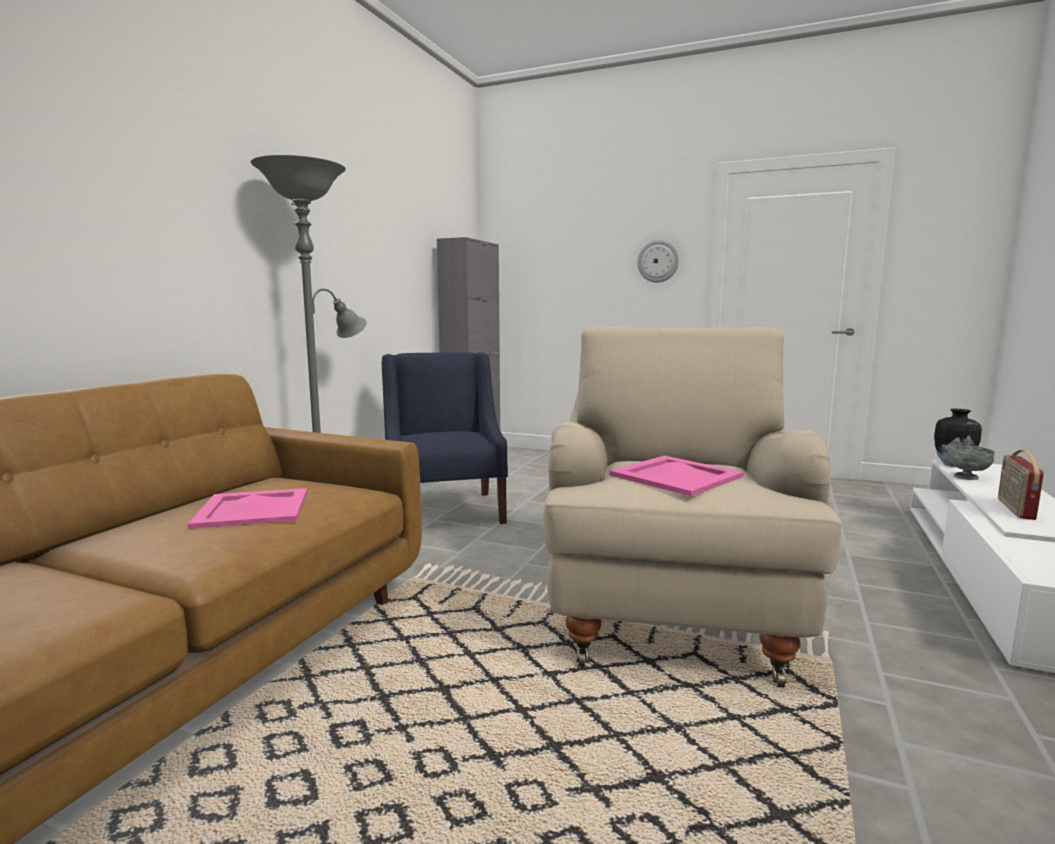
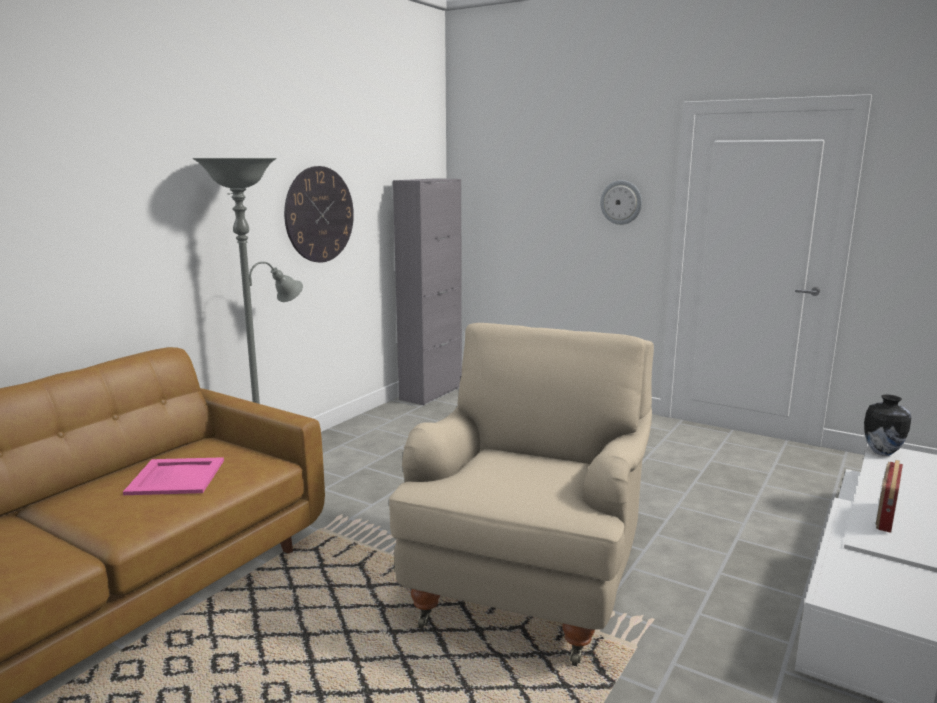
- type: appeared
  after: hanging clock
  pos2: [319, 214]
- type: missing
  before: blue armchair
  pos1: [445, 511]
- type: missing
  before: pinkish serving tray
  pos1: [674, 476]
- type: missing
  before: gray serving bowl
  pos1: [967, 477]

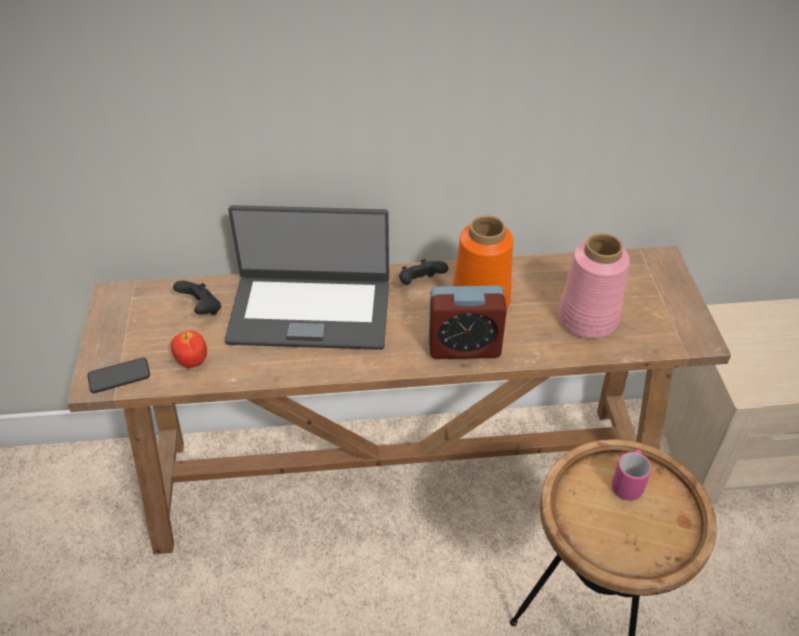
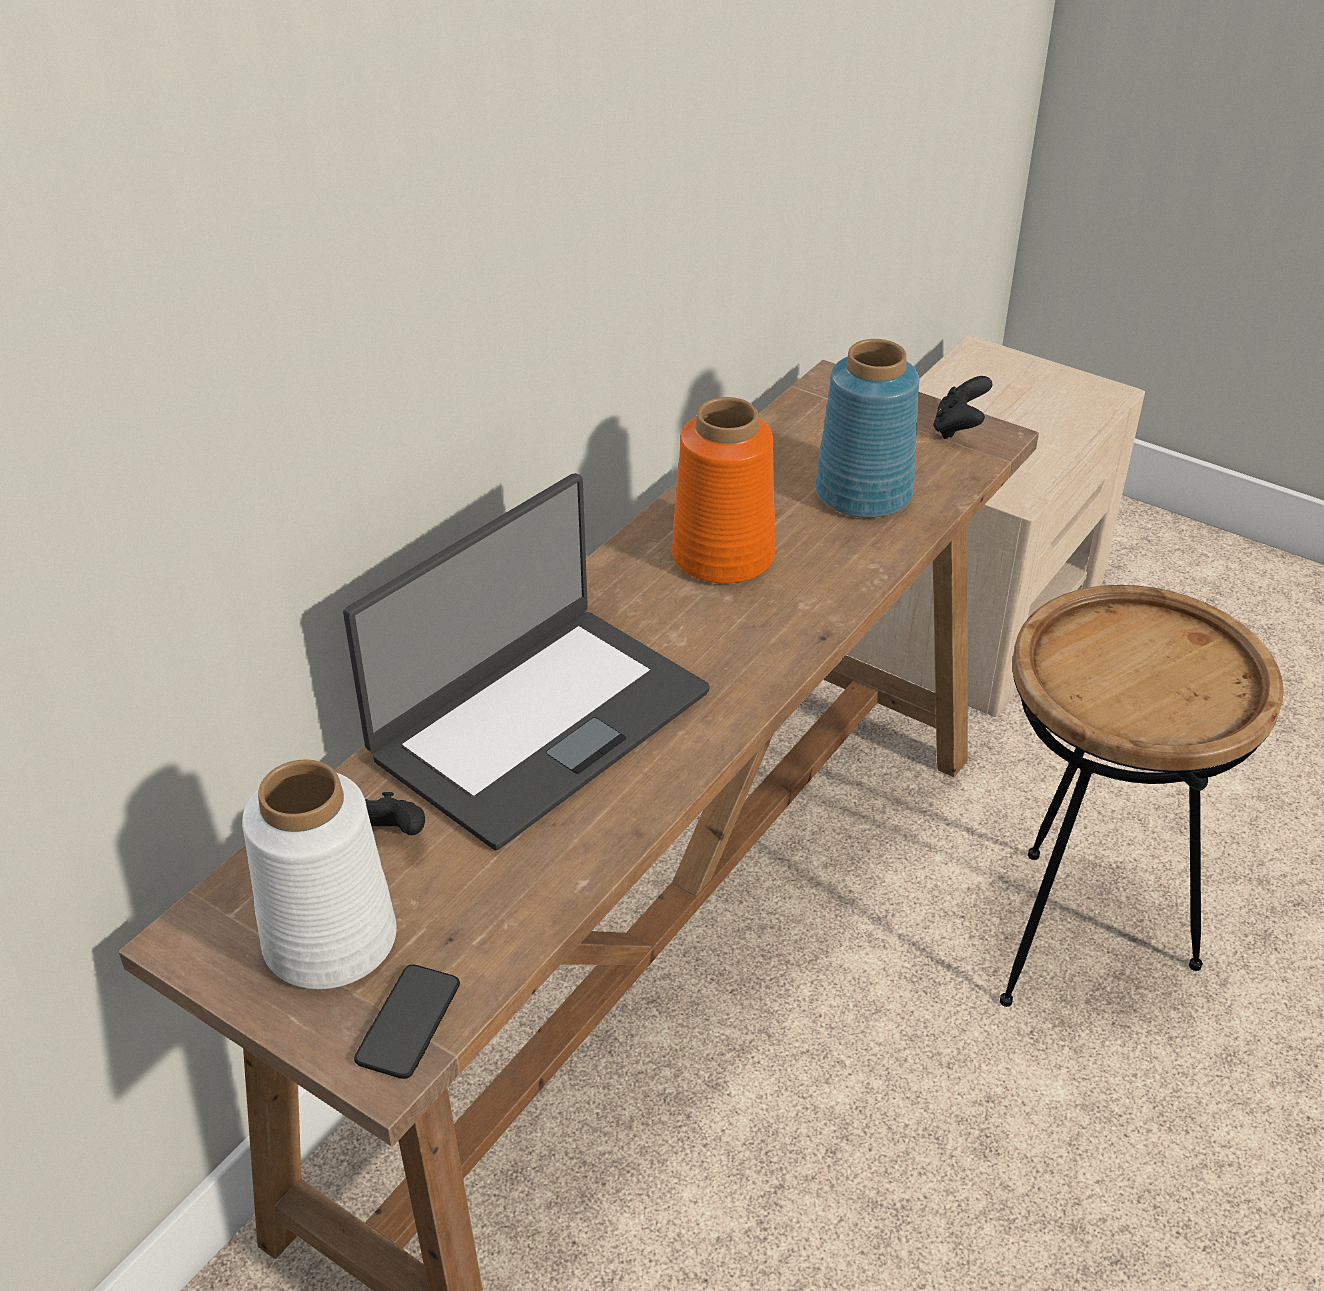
- type: appeared
  after: white vase
  pos2: [329, 943]
- type: colour
  before: pinkish vase
  after: blue vase
  pos1: [587, 320]
  pos2: [865, 494]
- type: relocated
  before: blackish joypad
  pos1: [420, 284]
  pos2: [959, 429]
- type: missing
  before: apple fruit
  pos1: [192, 362]
- type: missing
  before: table clock
  pos1: [464, 347]
- type: missing
  before: pinkish coffee mug
  pos1: [628, 483]

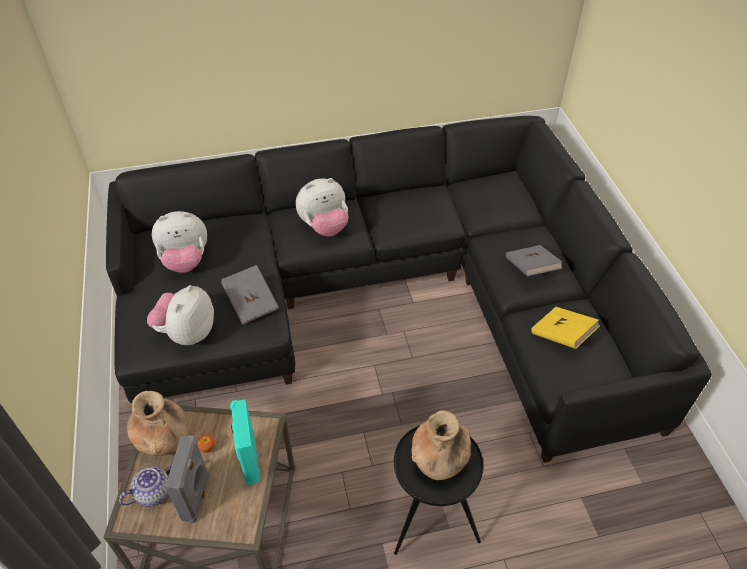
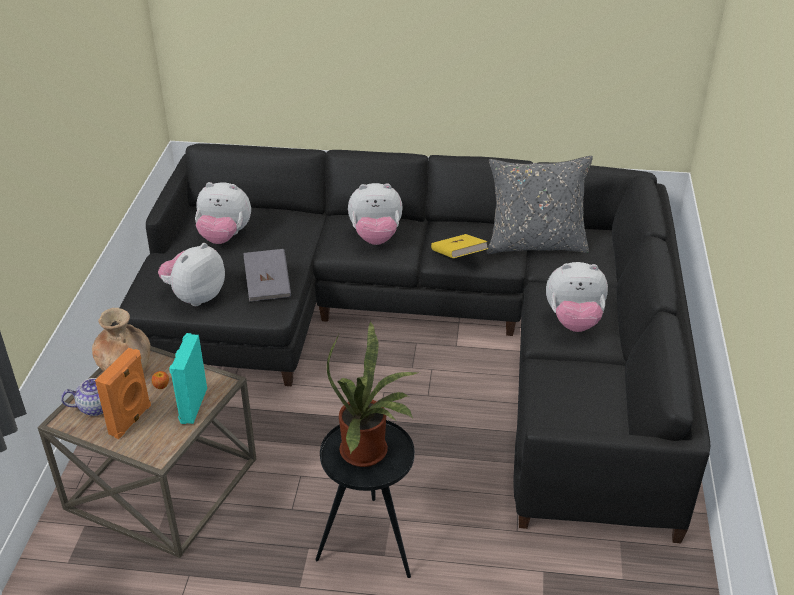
- type: colour
  before: gray audio speaker
  after: orangey audio speaker
  pos1: [197, 496]
  pos2: [131, 420]
- type: exchanged
  before: brownish vase
  after: houseplant
  pos1: [439, 461]
  pos2: [369, 452]
- type: relocated
  before: yellow-coloured book
  pos1: [562, 336]
  pos2: [458, 257]
- type: appeared
  after: gray cushion
  pos2: [535, 244]
- type: exchanged
  before: gray book
  after: cuddly toy
  pos1: [531, 269]
  pos2: [573, 321]

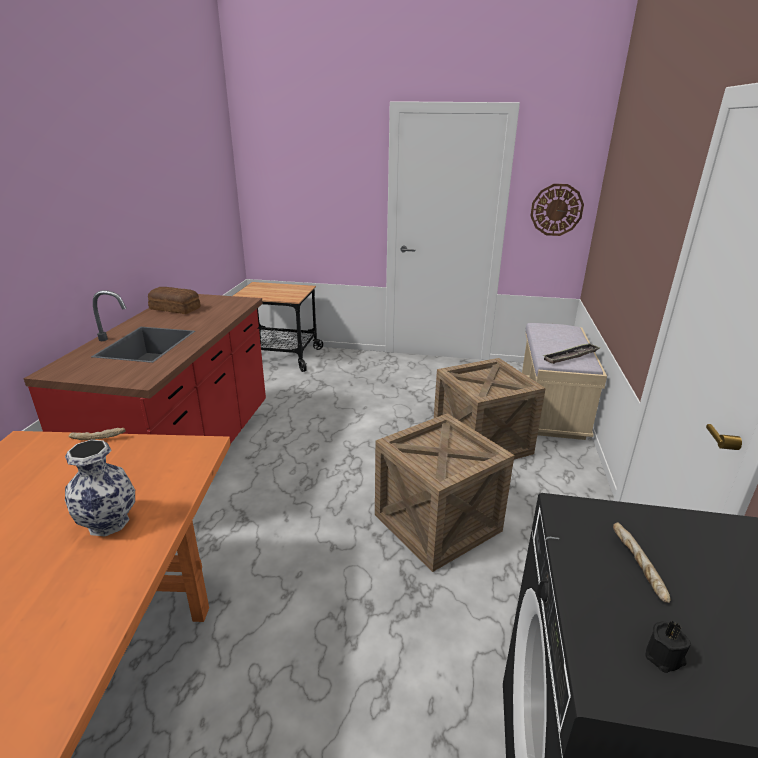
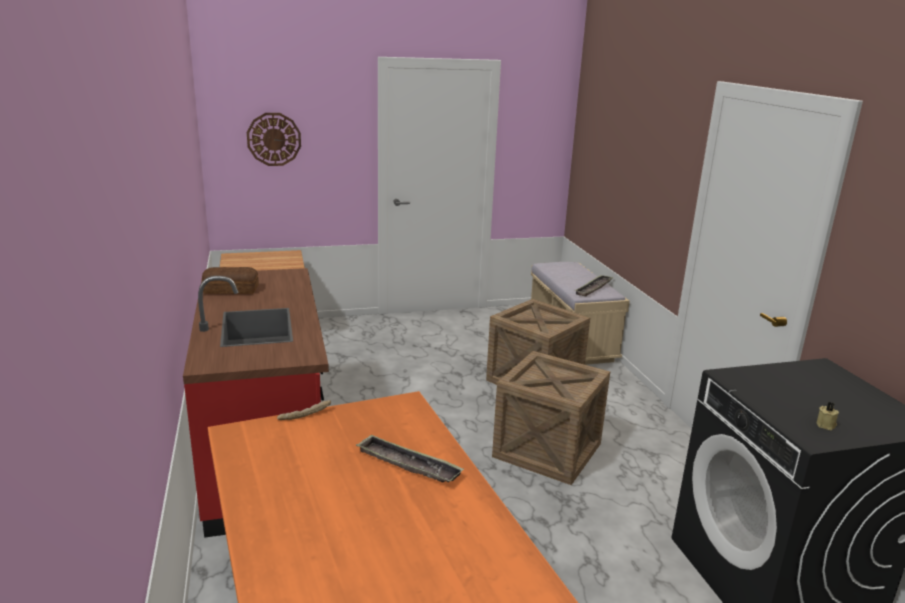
- type: relocated
  before: hanging clock
  pos1: [556, 210]
  pos2: [274, 139]
- type: exchanged
  before: vase
  after: serving tray
  pos1: [109, 522]
  pos2: [408, 465]
- type: colour
  before: blackish wax candle
  after: sand-coloured wax candle
  pos1: [665, 657]
  pos2: [826, 425]
- type: missing
  before: baked bread
  pos1: [637, 567]

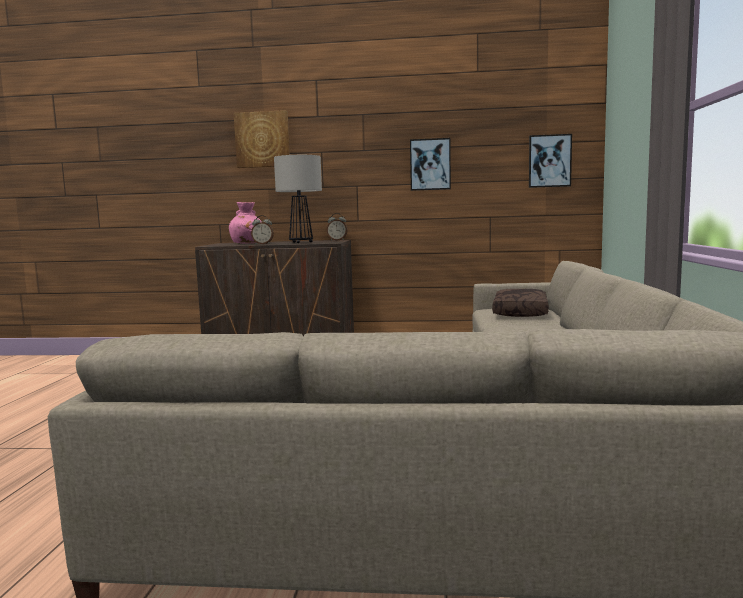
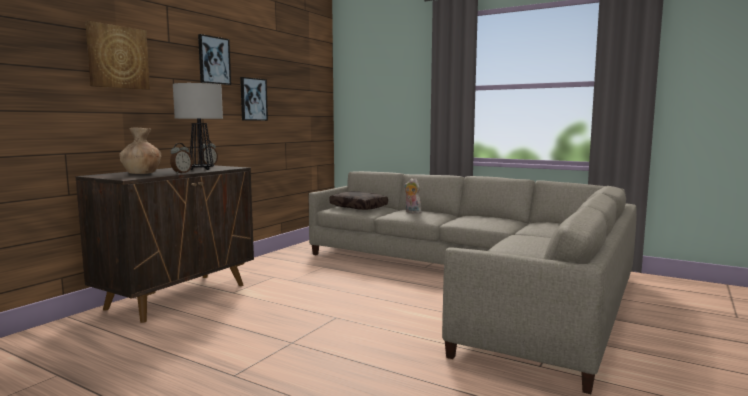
- type: colour
  before: pinkish vase
  after: brownish vase
  pos1: [247, 243]
  pos2: [142, 173]
- type: relocated
  before: picture
  pos1: [549, 161]
  pos2: [213, 60]
- type: appeared
  after: cuddly toy
  pos2: [412, 212]

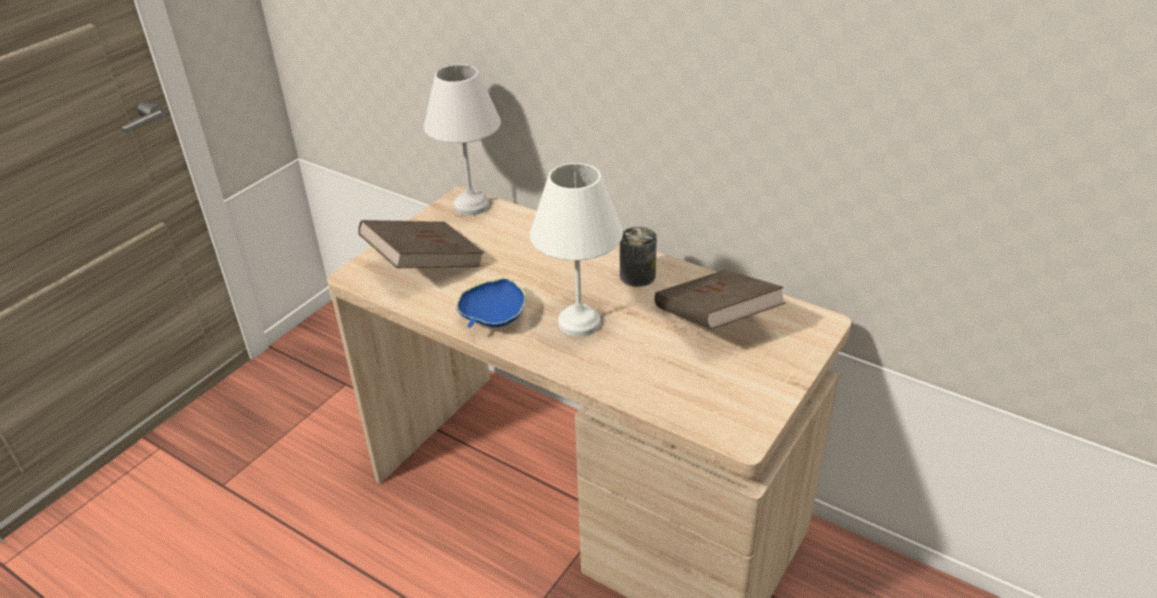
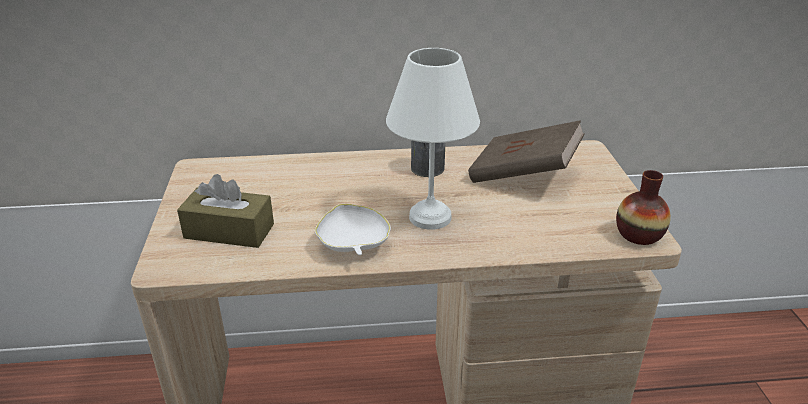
- type: exchanged
  before: brownish book
  after: brownish box of tissues
  pos1: [424, 265]
  pos2: [229, 231]
- type: colour
  before: blue serving bowl
  after: white serving bowl
  pos1: [493, 317]
  pos2: [353, 244]
- type: appeared
  after: vase
  pos2: [639, 234]
- type: missing
  before: white tabletop lamp
  pos1: [470, 206]

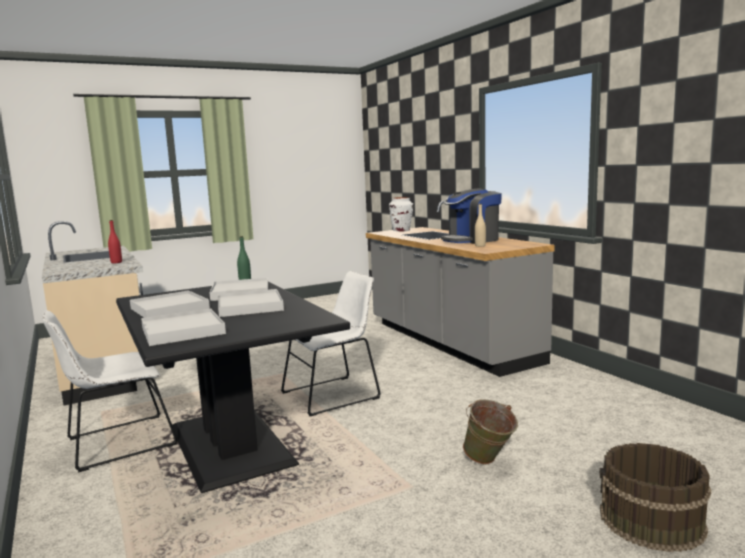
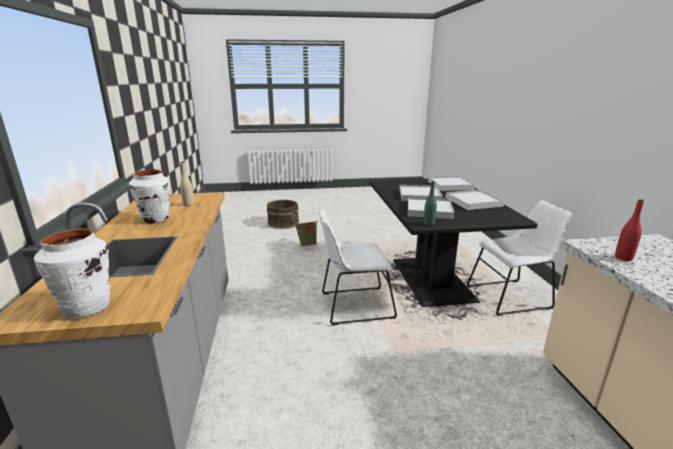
- type: exchanged
  before: coffee brewer
  after: white vase
  pos1: [472, 240]
  pos2: [156, 219]

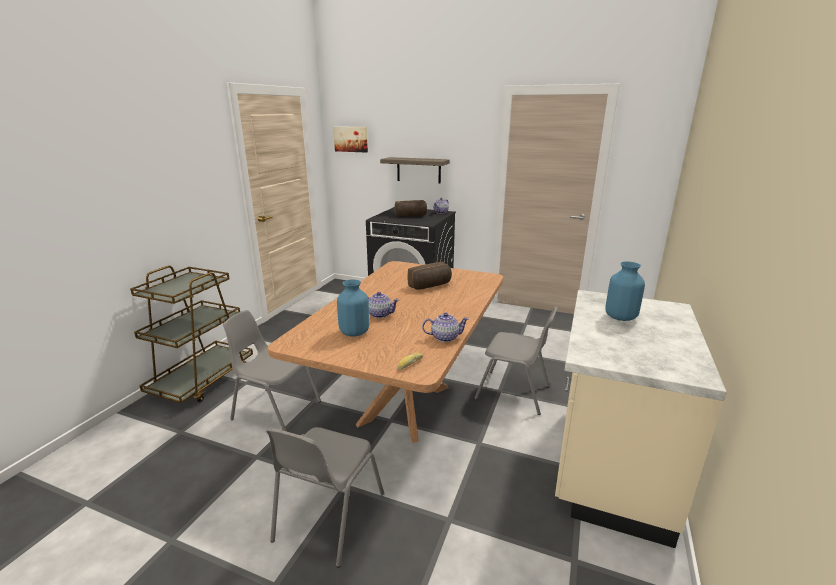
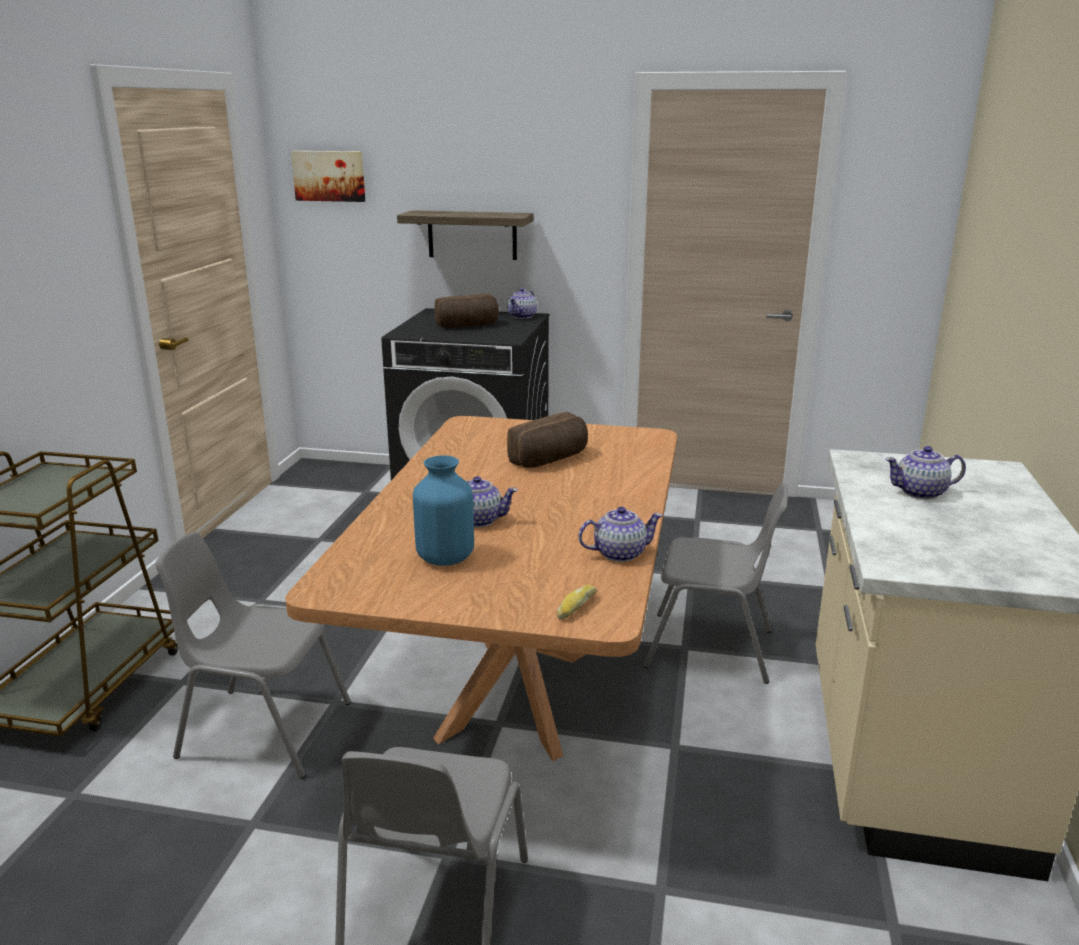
- type: exchanged
  before: blue vase
  after: pot for tea
  pos1: [621, 317]
  pos2: [921, 493]

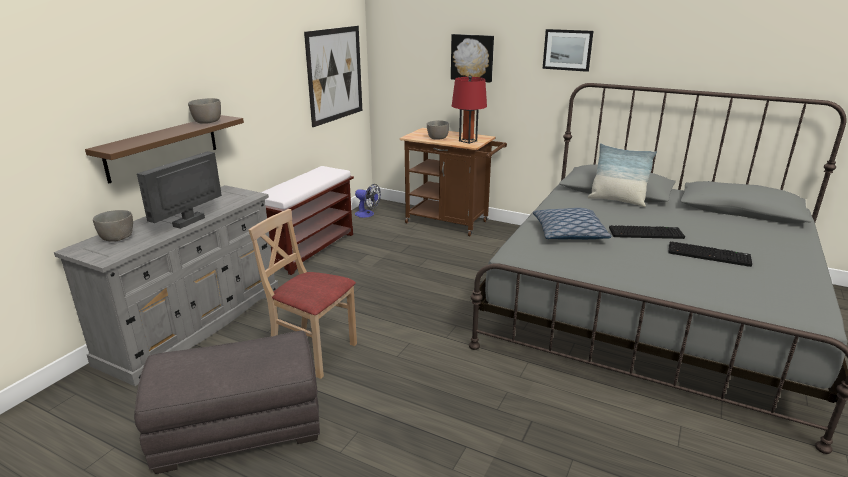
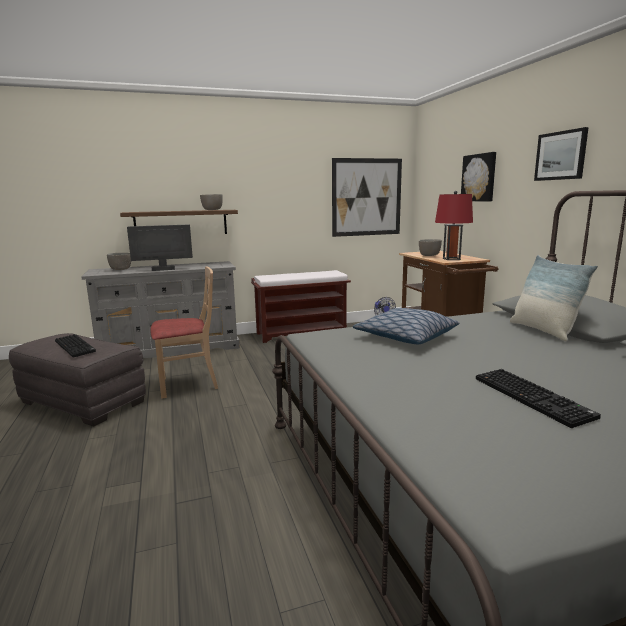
- type: relocated
  before: computer keyboard
  pos1: [646, 233]
  pos2: [76, 346]
- type: spun
  before: sand-coloured upright chair
  pos1: [313, 351]
  pos2: [188, 384]
  turn: 90

